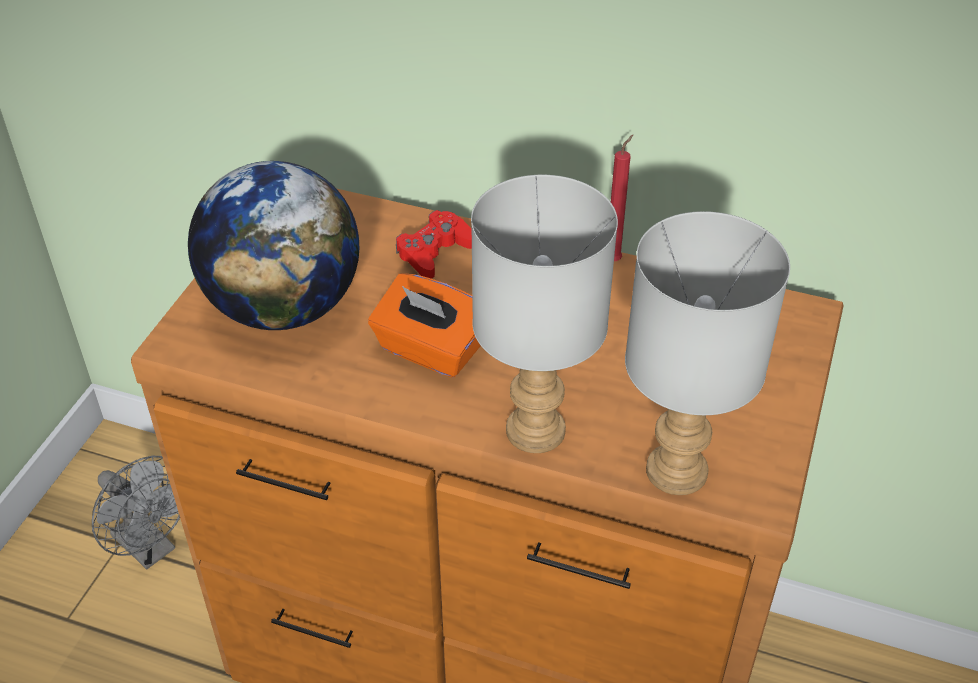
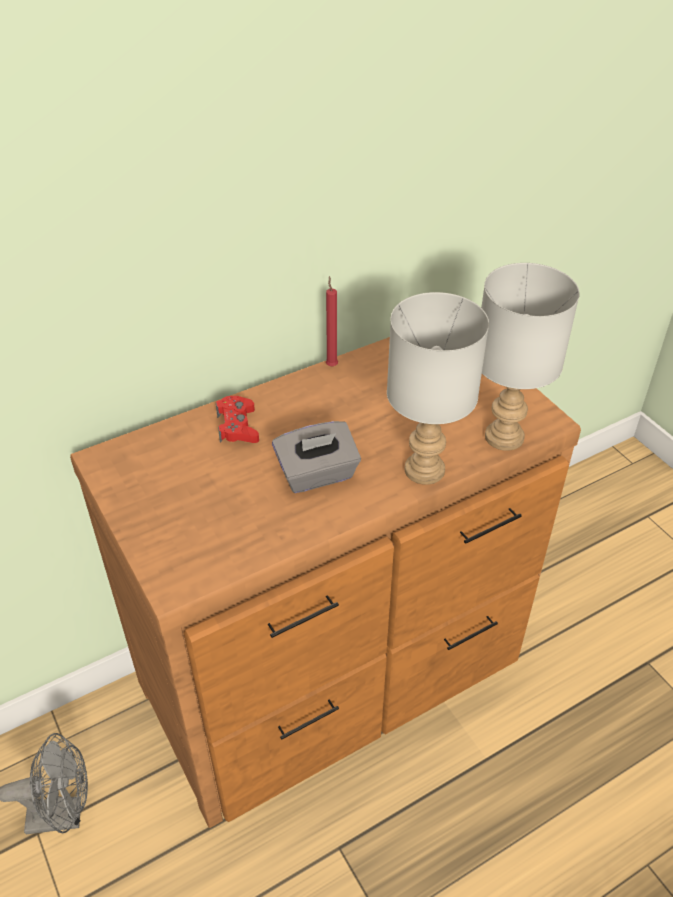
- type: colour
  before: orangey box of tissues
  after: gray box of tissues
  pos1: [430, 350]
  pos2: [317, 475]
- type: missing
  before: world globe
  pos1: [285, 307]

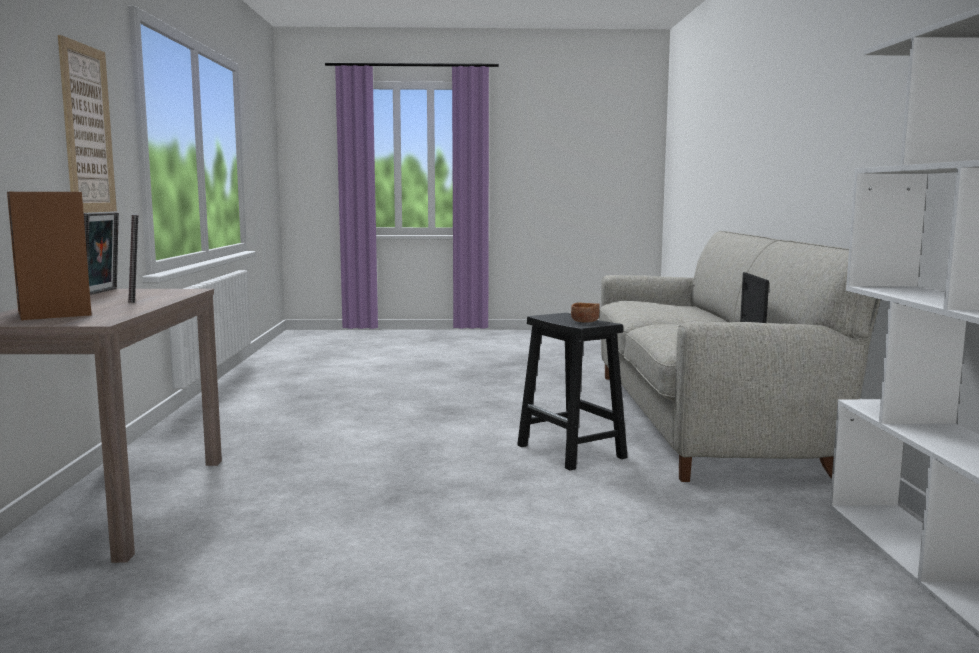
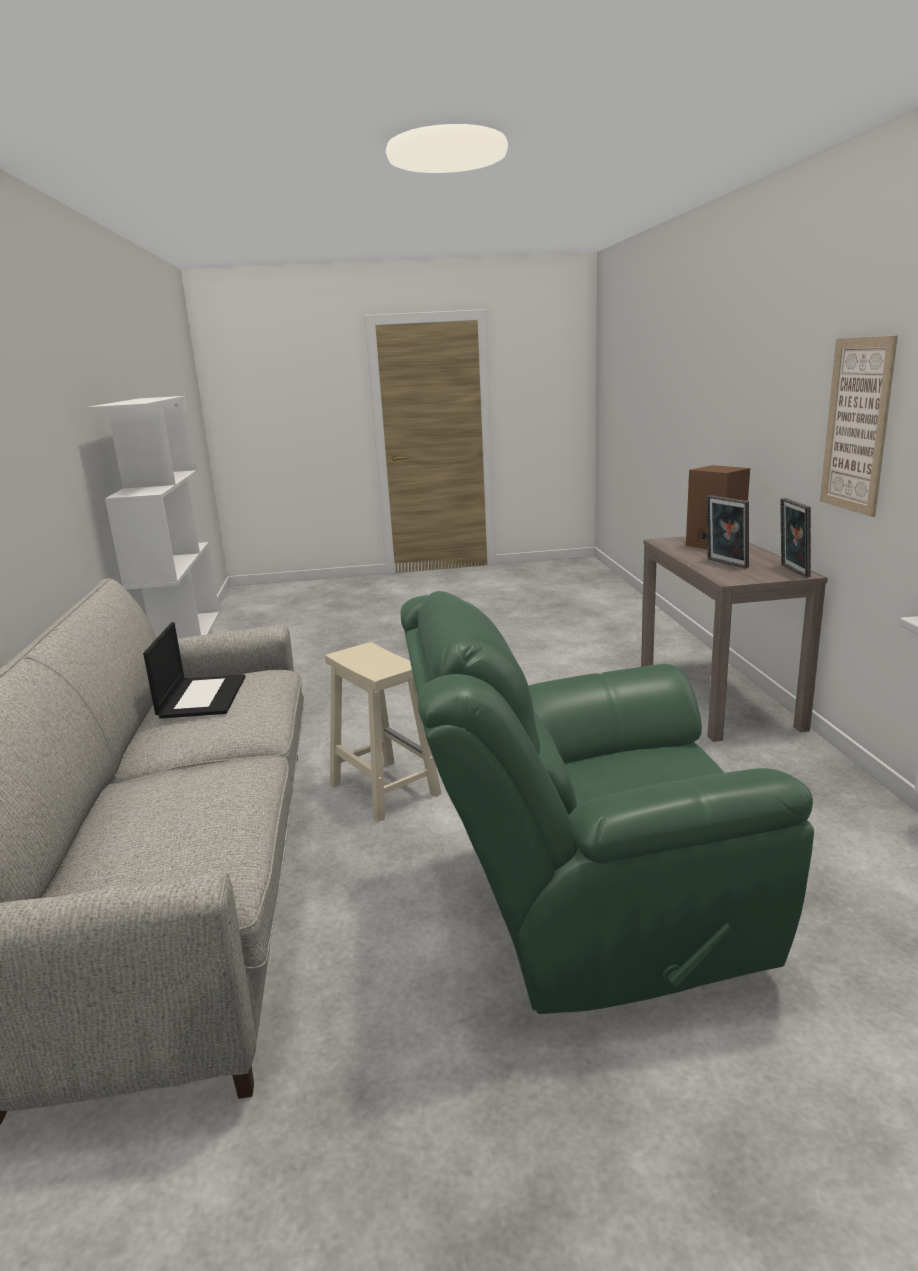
- type: colour
  before: blackish stool seat
  after: sand-coloured stool seat
  pos1: [572, 452]
  pos2: [383, 789]
- type: appeared
  after: green armchair
  pos2: [585, 915]
- type: missing
  before: brownish serving bowl
  pos1: [585, 321]

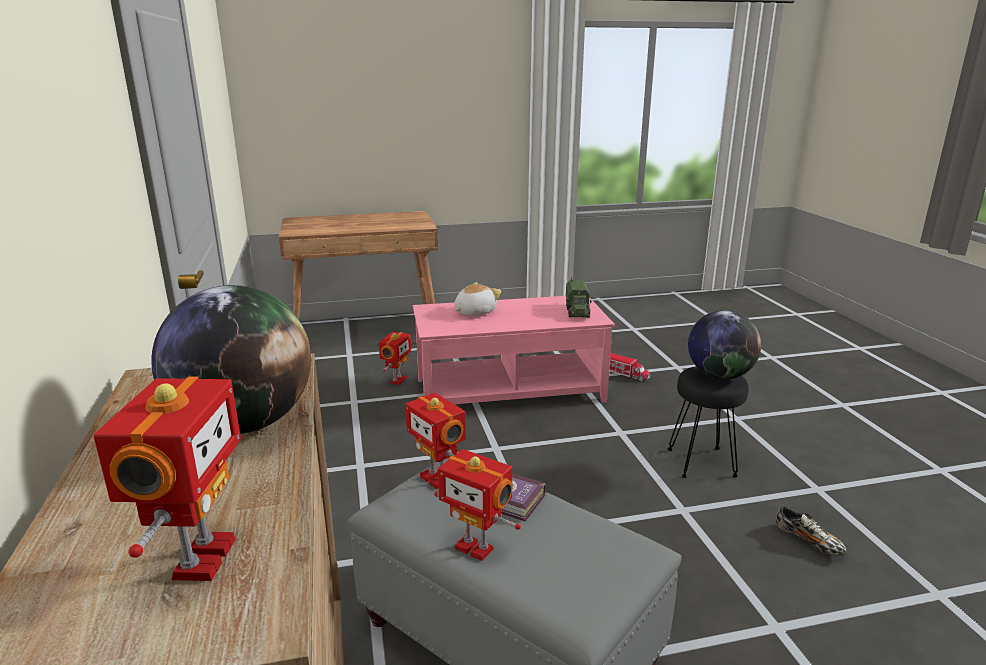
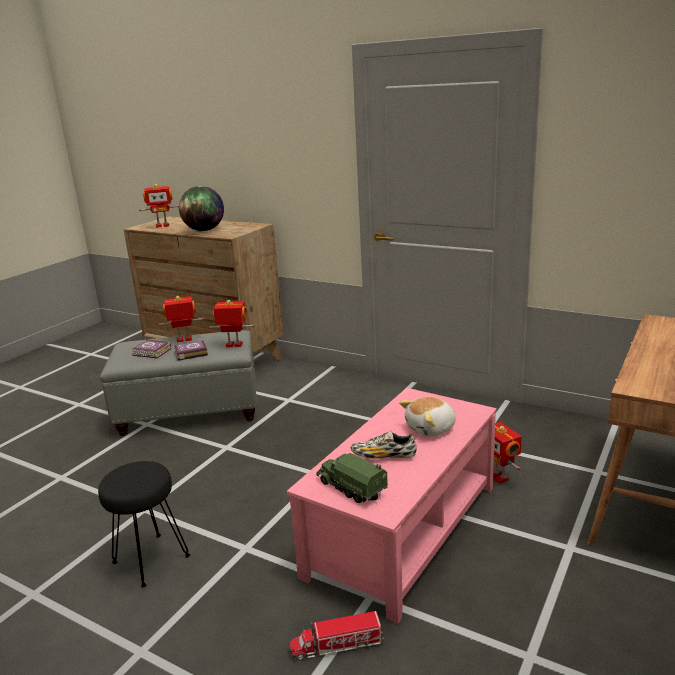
- type: appeared
  after: book
  pos2: [152, 352]
- type: spun
  before: model robot
  pos1: [200, 559]
  pos2: [162, 225]
  turn: -60
- type: relocated
  before: low shoe
  pos1: [808, 541]
  pos2: [383, 456]
- type: spun
  before: cuddly toy
  pos1: [474, 312]
  pos2: [431, 429]
  turn: 60
- type: missing
  before: world globe
  pos1: [719, 375]

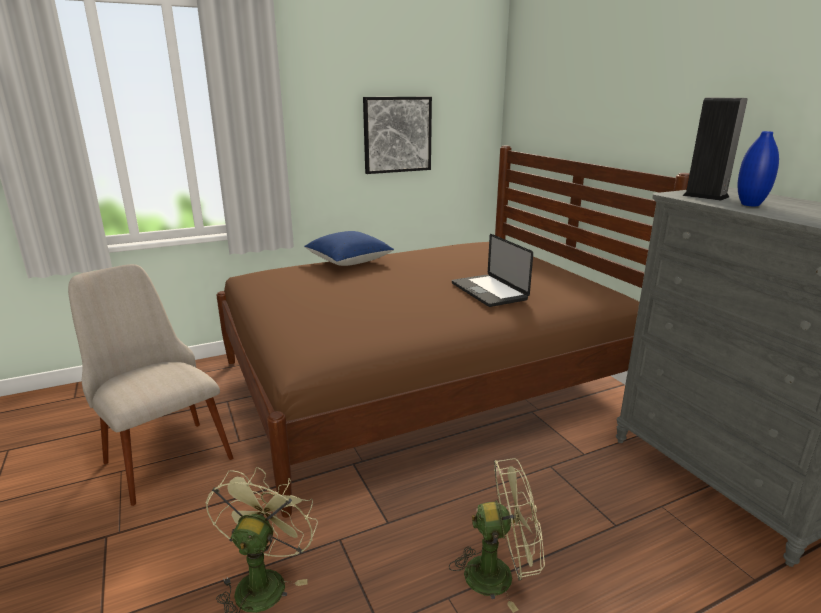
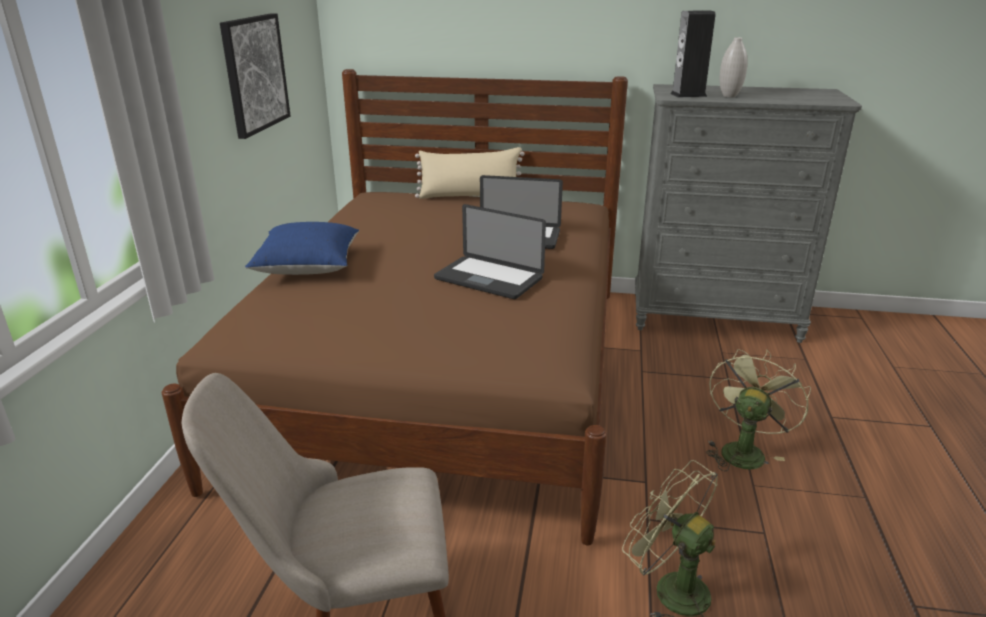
- type: appeared
  after: sand-coloured cushion
  pos2: [470, 196]
- type: appeared
  after: notebook computer
  pos2: [488, 279]
- type: colour
  before: blue vase
  after: white vase
  pos1: [750, 205]
  pos2: [729, 96]

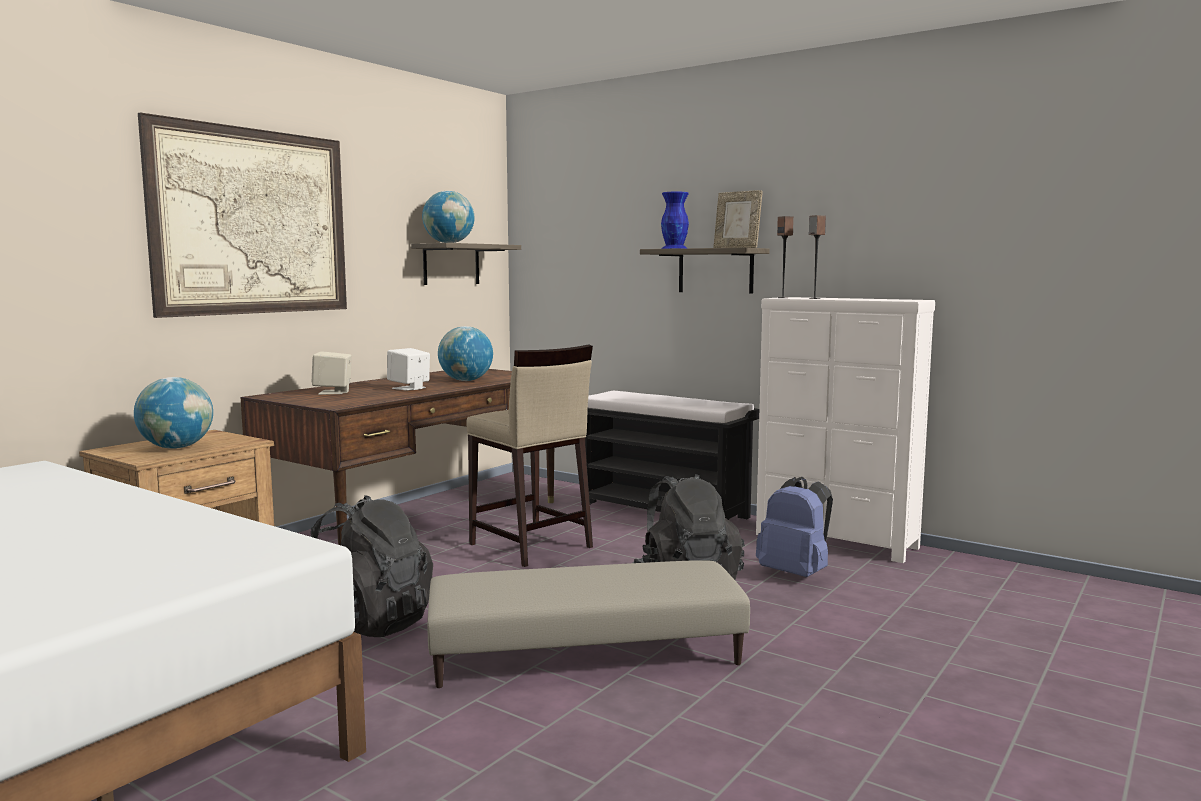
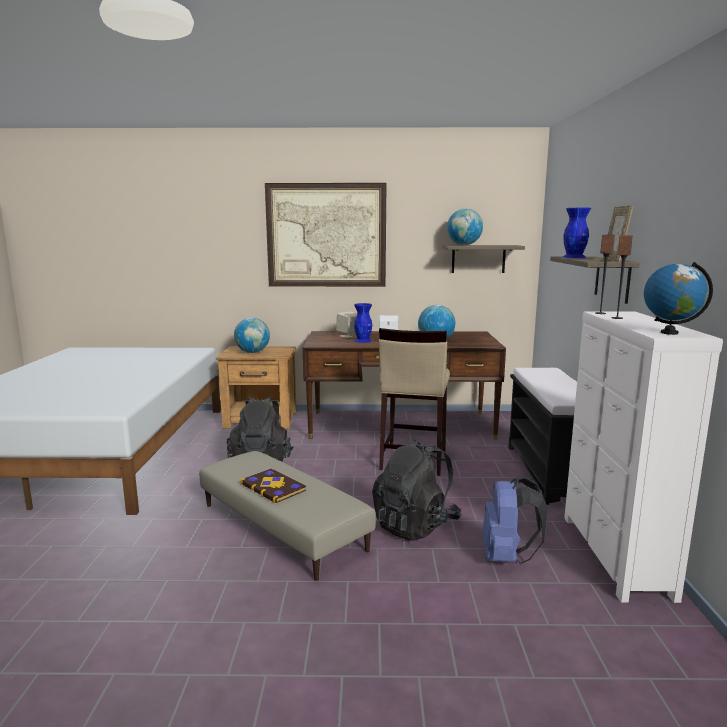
- type: appeared
  after: book
  pos2: [273, 487]
- type: appeared
  after: blue vase
  pos2: [363, 340]
- type: appeared
  after: world globe
  pos2: [669, 332]

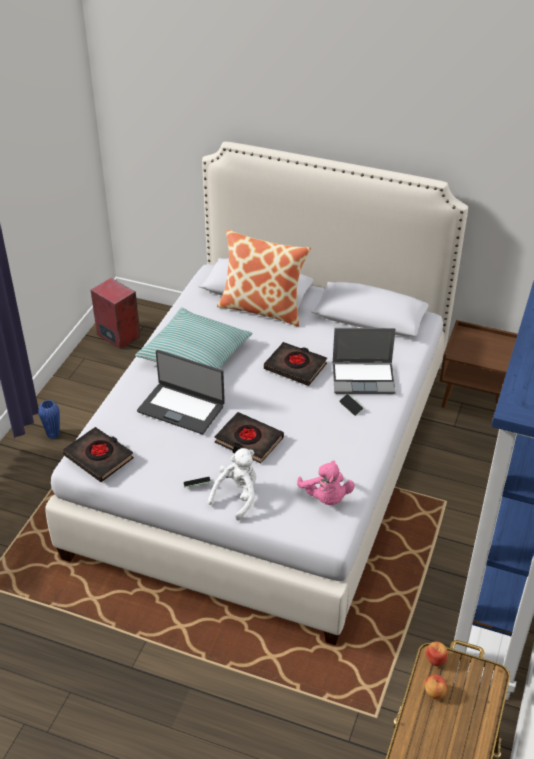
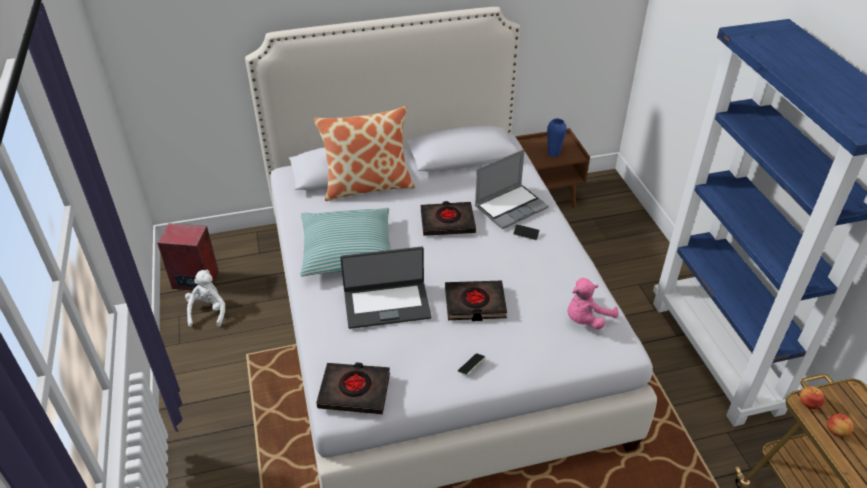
- type: relocated
  before: white cuddly toy
  pos1: [237, 496]
  pos2: [208, 311]
- type: relocated
  before: blue vase
  pos1: [53, 434]
  pos2: [553, 153]
- type: spun
  before: pinkish cuddly toy
  pos1: [325, 498]
  pos2: [586, 319]
  turn: 105

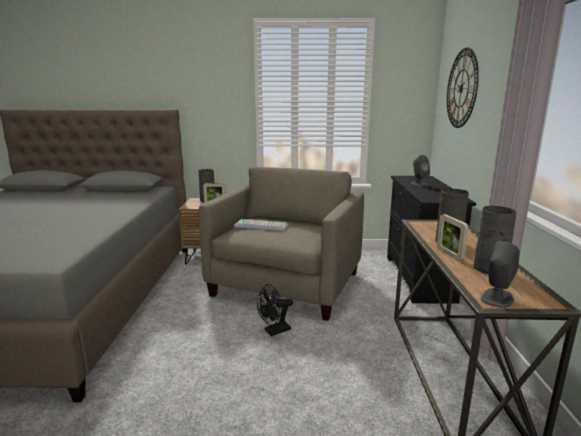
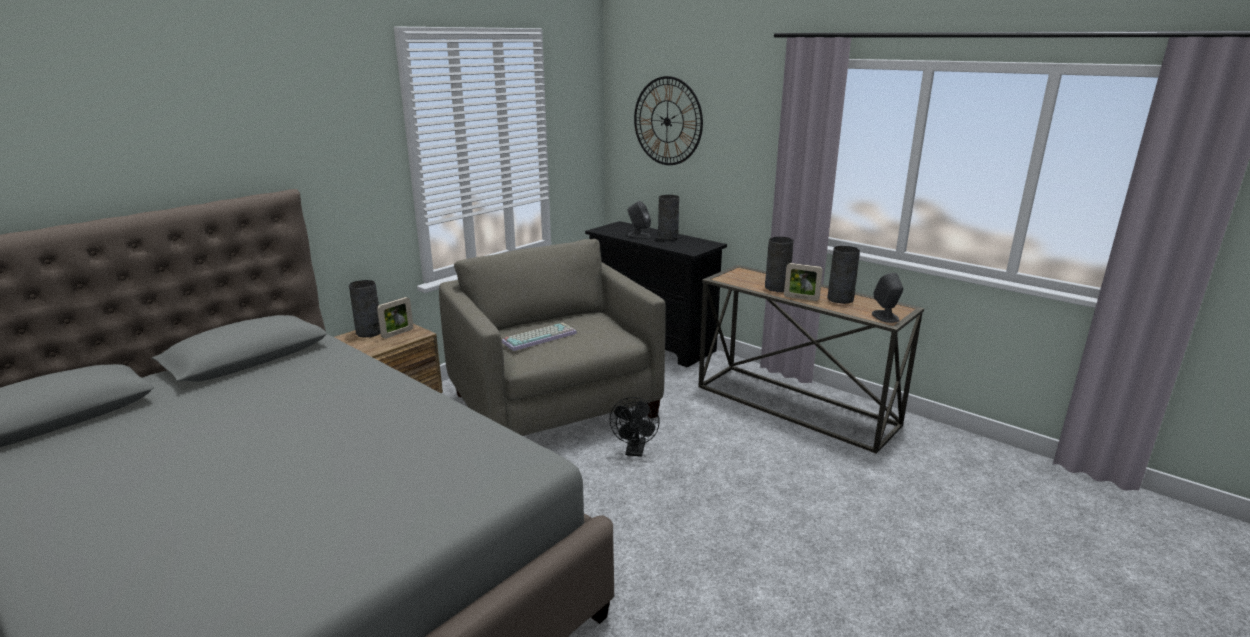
- type: appeared
  after: gray vase
  pos2: [668, 238]

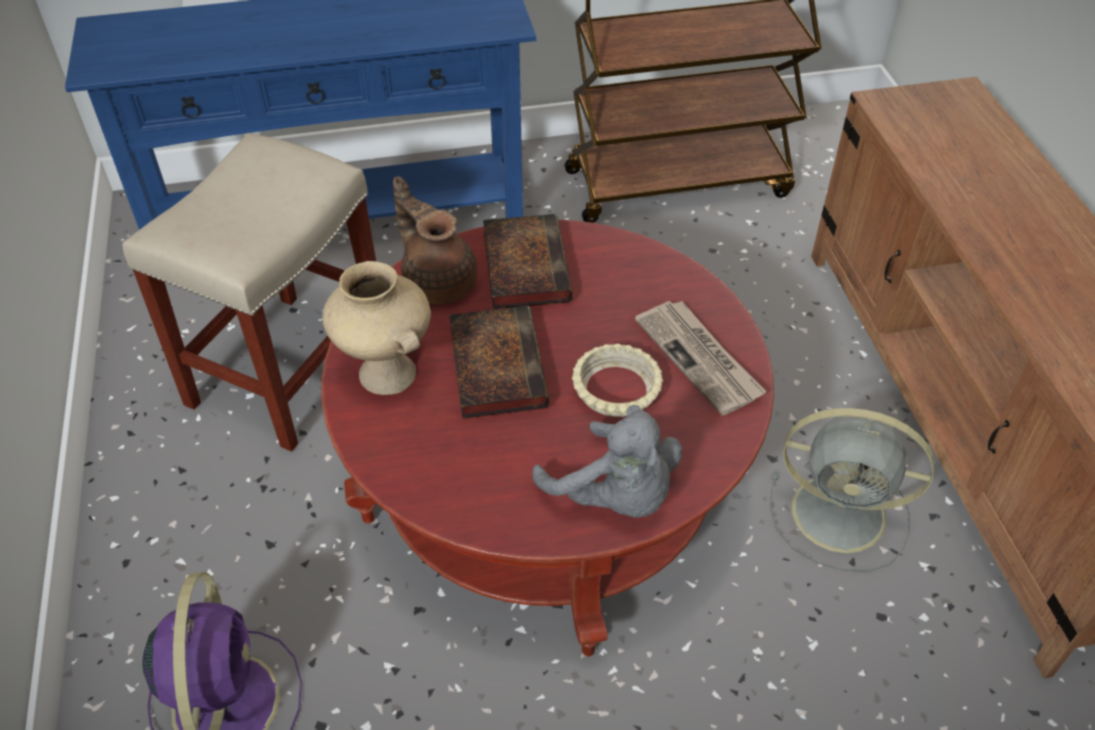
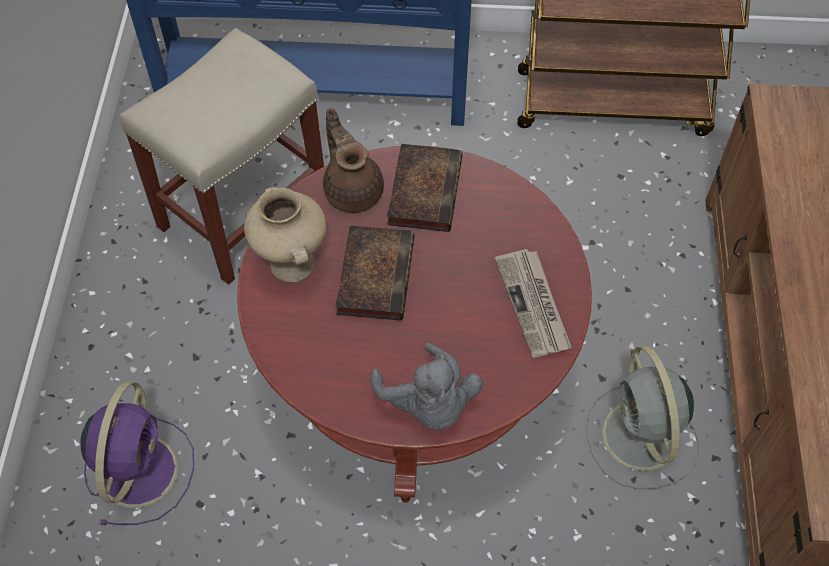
- type: spun
  before: gray cooling fan
  pos1: [842, 514]
  pos2: [641, 439]
  turn: 45
- type: missing
  before: sand-coloured serving bowl
  pos1: [617, 389]

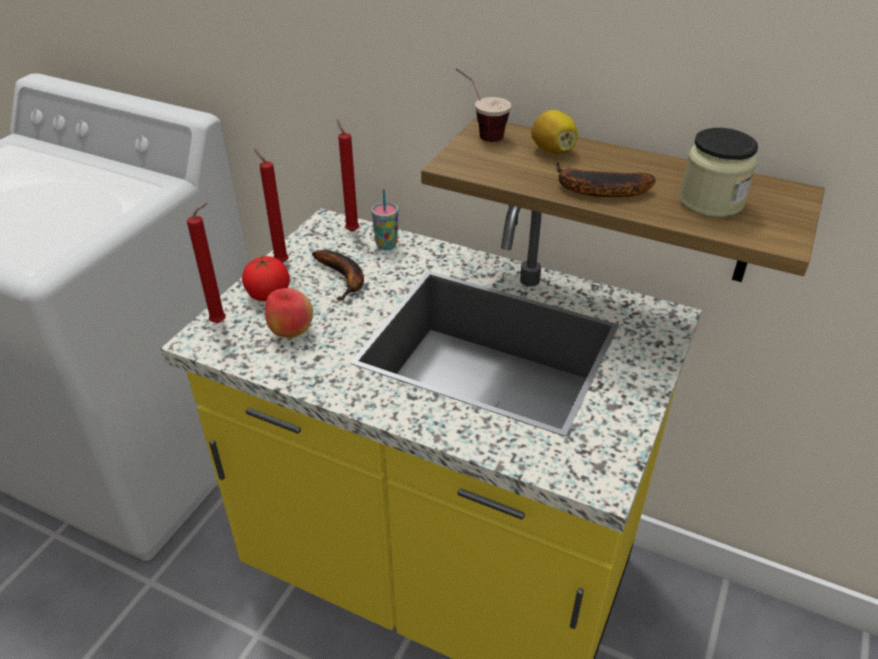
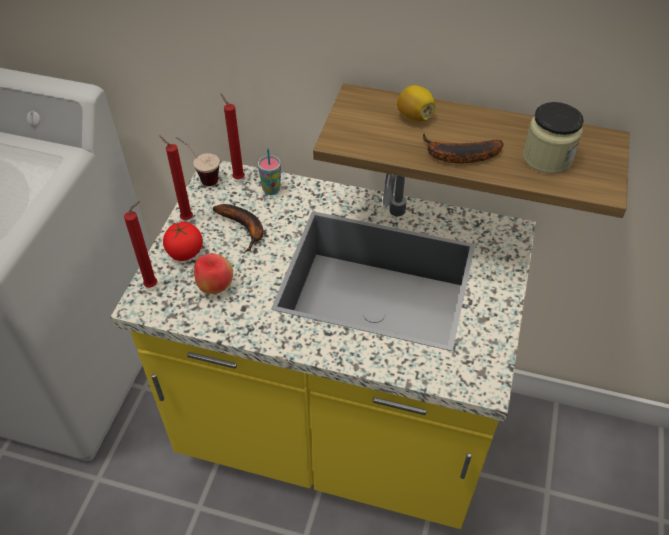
- type: relocated
  before: drinking cup
  pos1: [479, 133]
  pos2: [201, 177]

